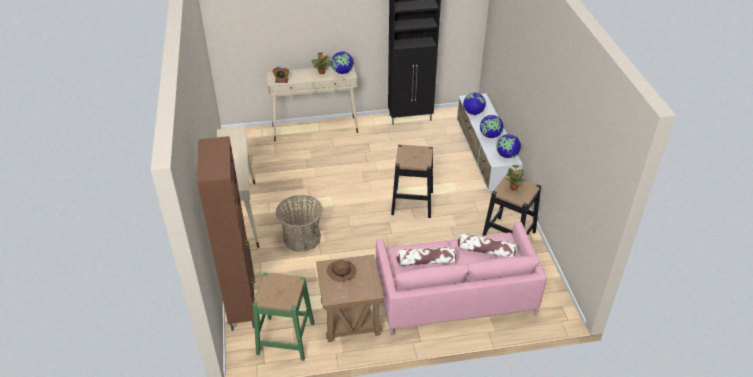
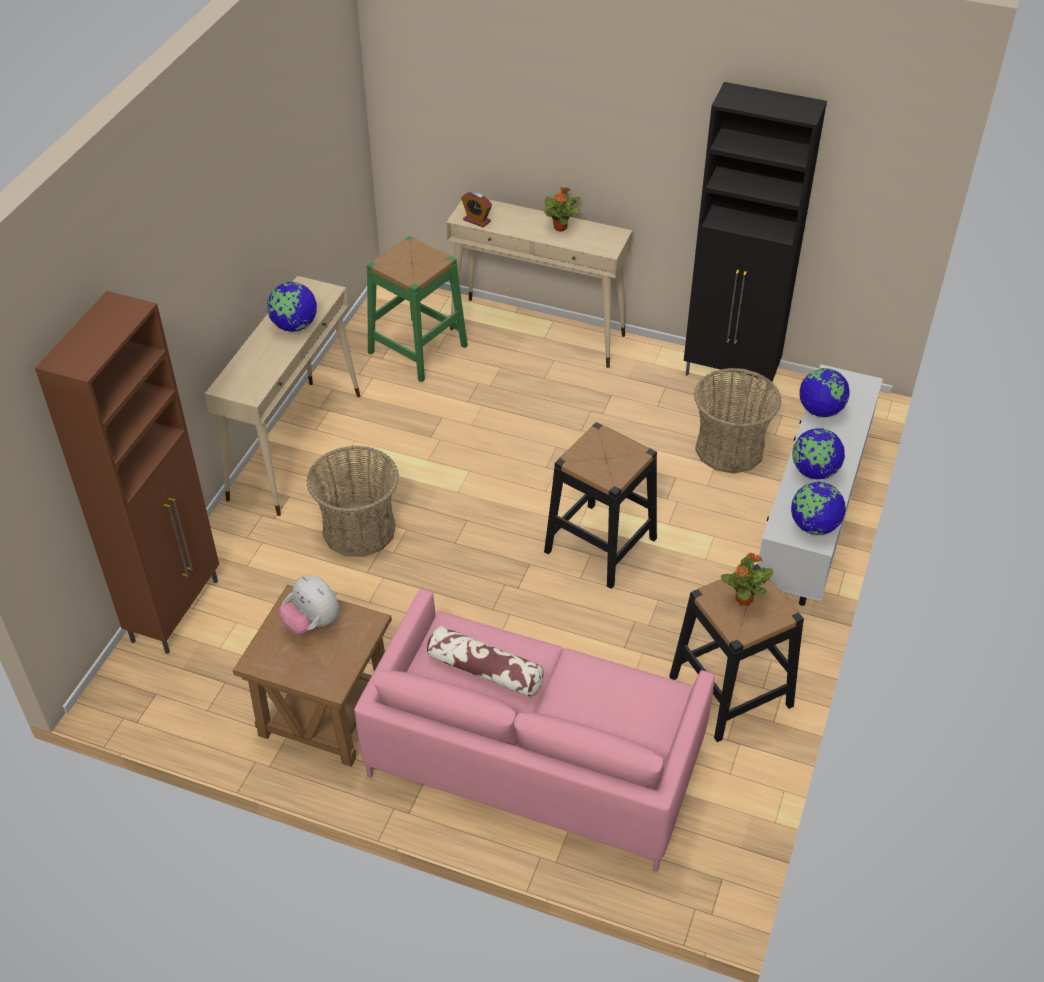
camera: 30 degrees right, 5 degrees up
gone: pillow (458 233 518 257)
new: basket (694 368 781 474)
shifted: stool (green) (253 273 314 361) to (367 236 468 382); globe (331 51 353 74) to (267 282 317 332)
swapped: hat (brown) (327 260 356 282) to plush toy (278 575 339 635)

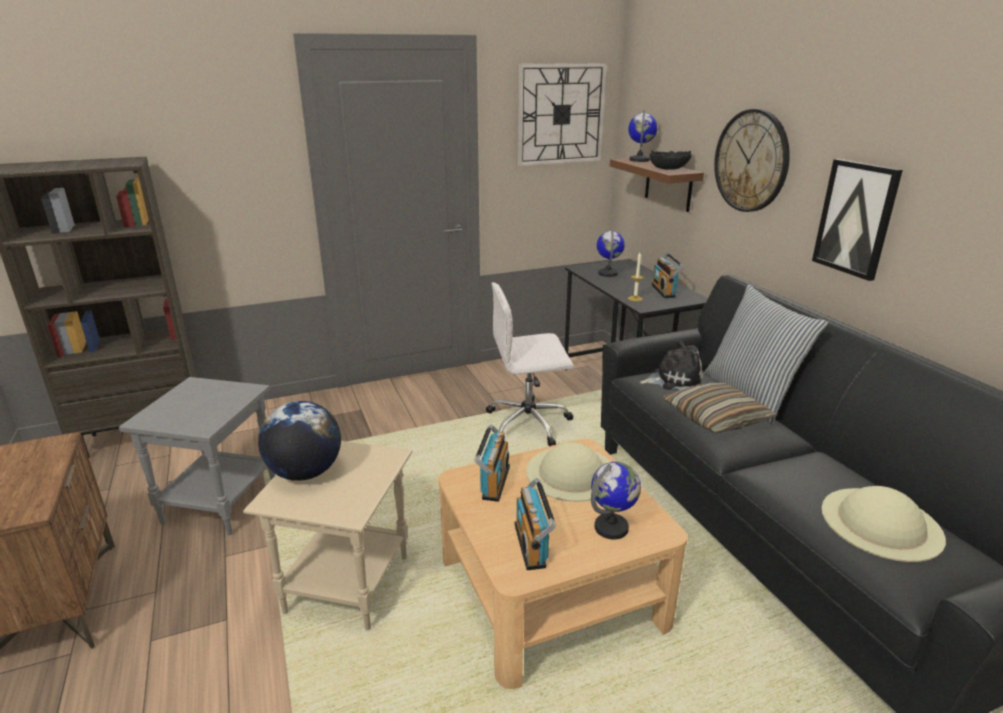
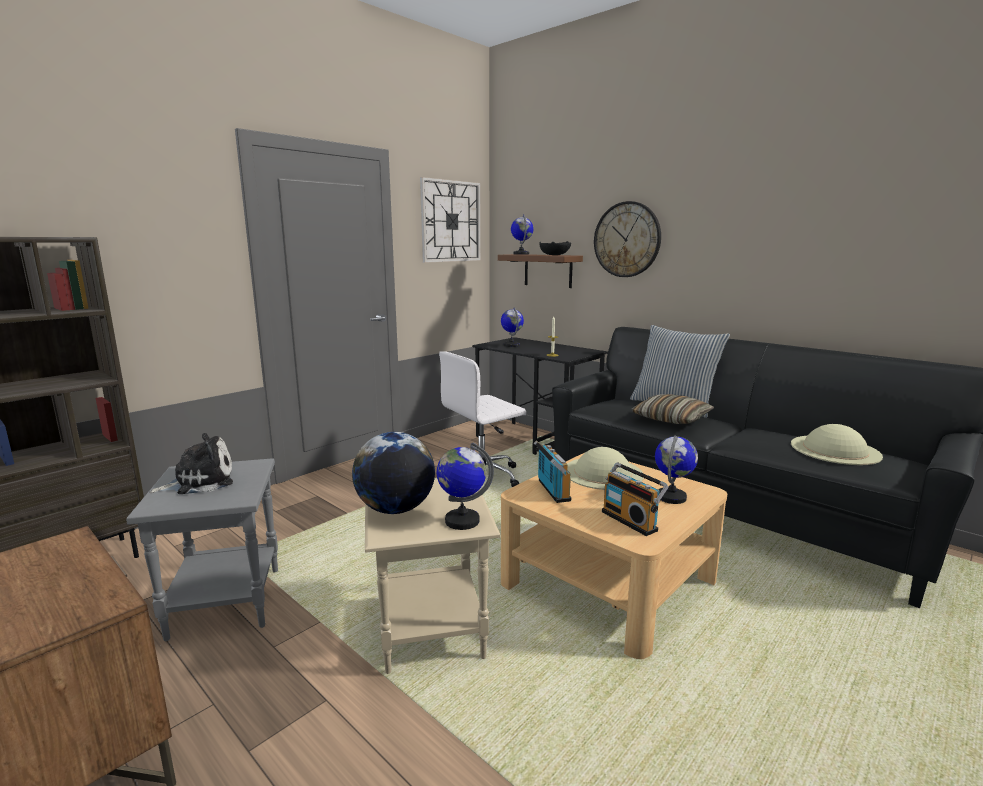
camera: 25 degrees left, 10 degrees down
gone: radio (651 253 684 298); picture (812 159 903 281)
new: globe (437 443 494 530)
shifted: plush toy (640 339 703 390) to (149 433 233 494)

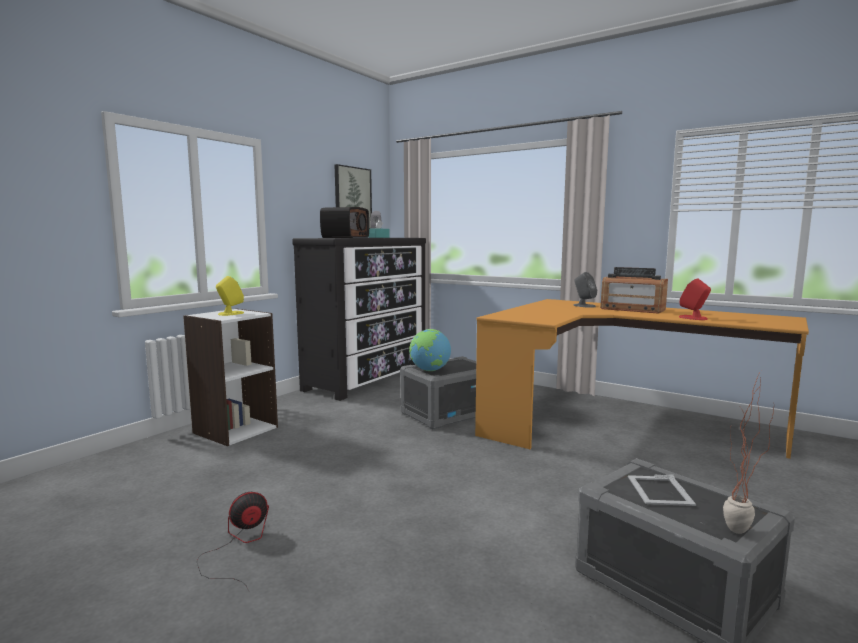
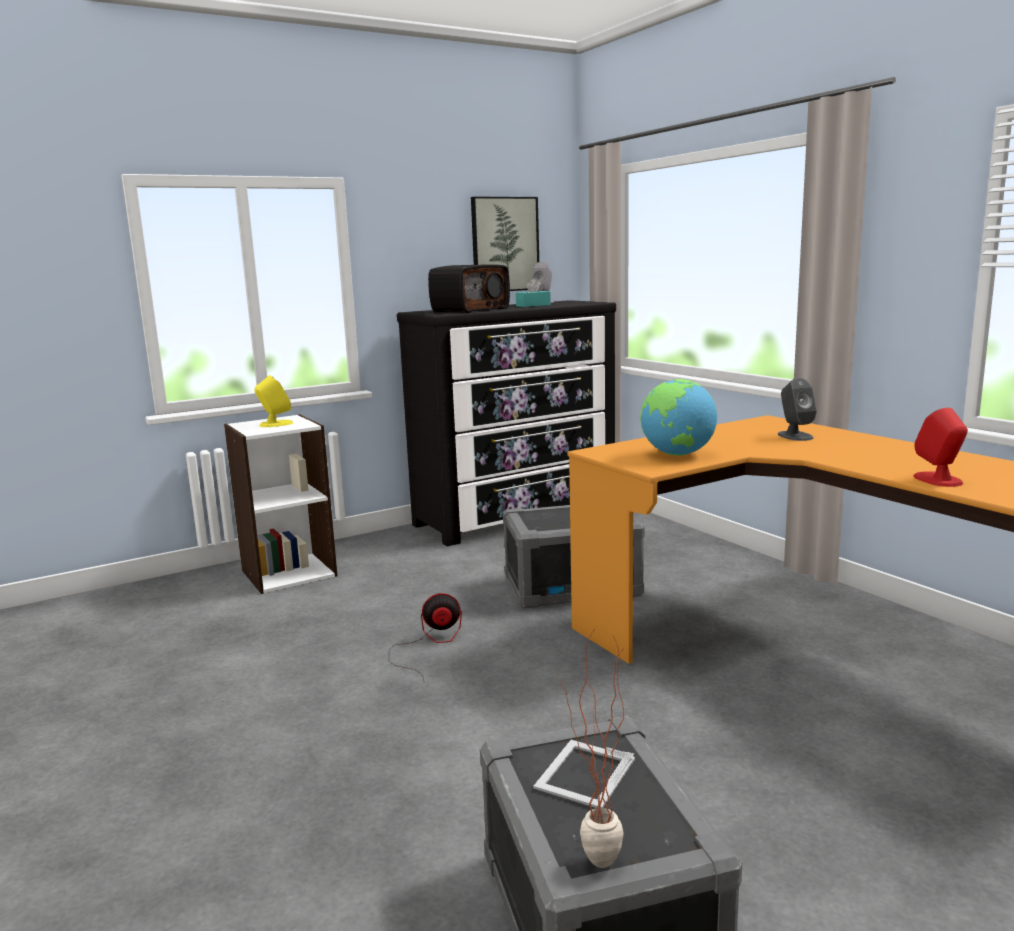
camera: 25 degrees right, 5 degrees up
gone: radio (600 267 668 314)
shifted: fan (197 492 269 591) to (389 593 462 680); globe (409 329 451 371) to (640 379 717 456)

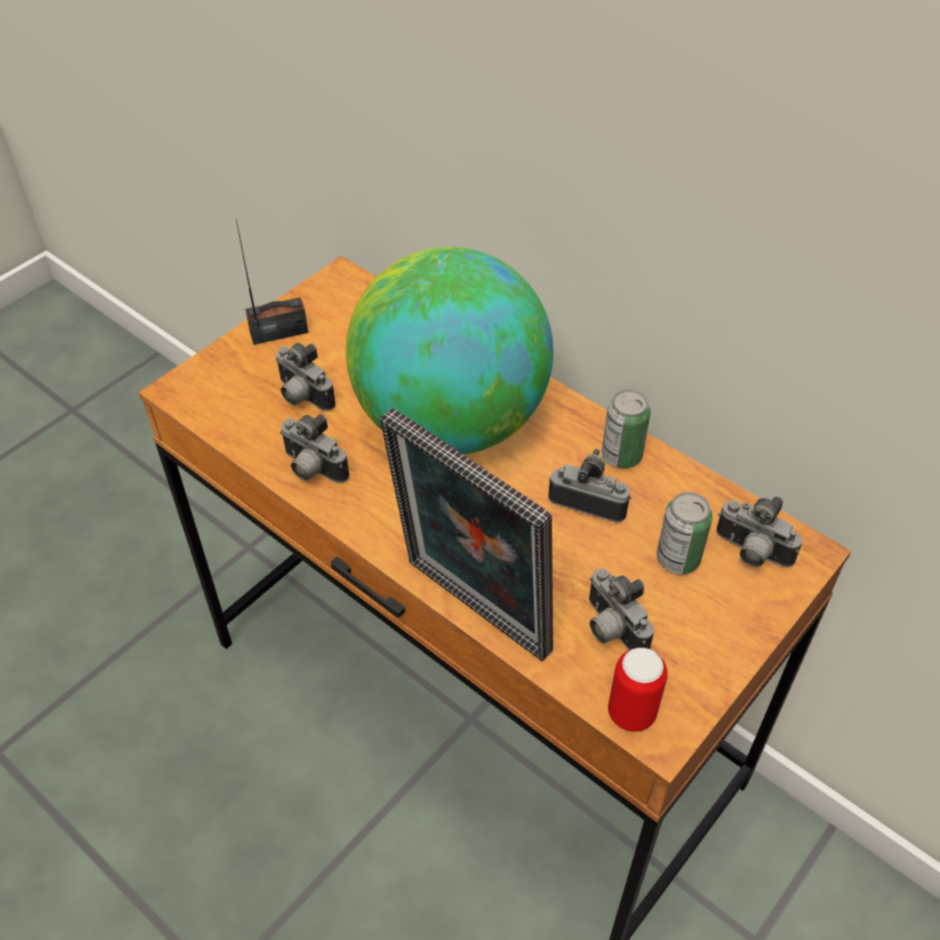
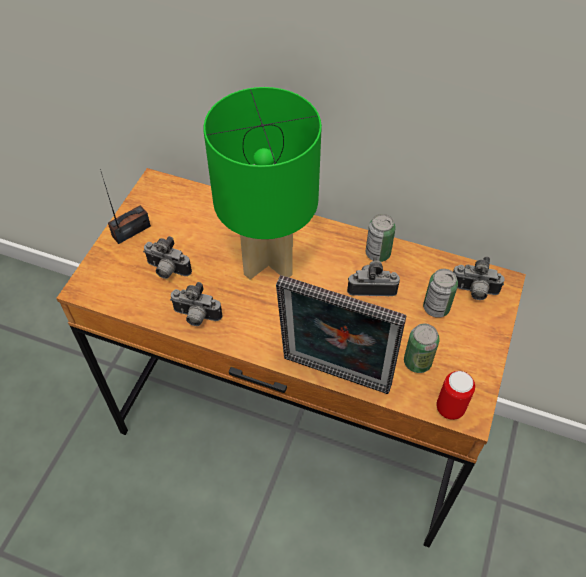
camera: 20 degrees left, 5 degrees up
swapped: globe (346 247 553 455) to table lamp (green) (204 87 322 280); photo camera (589 568 654 650) to can (404 324 440 373)

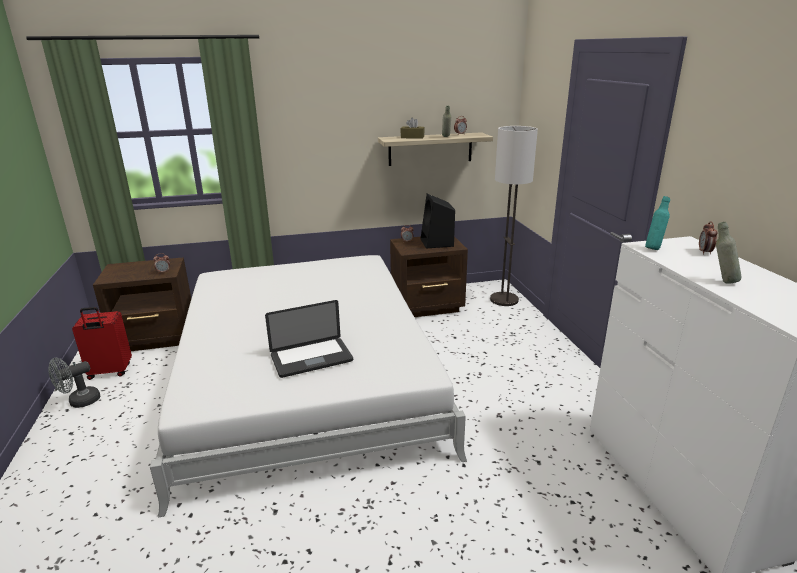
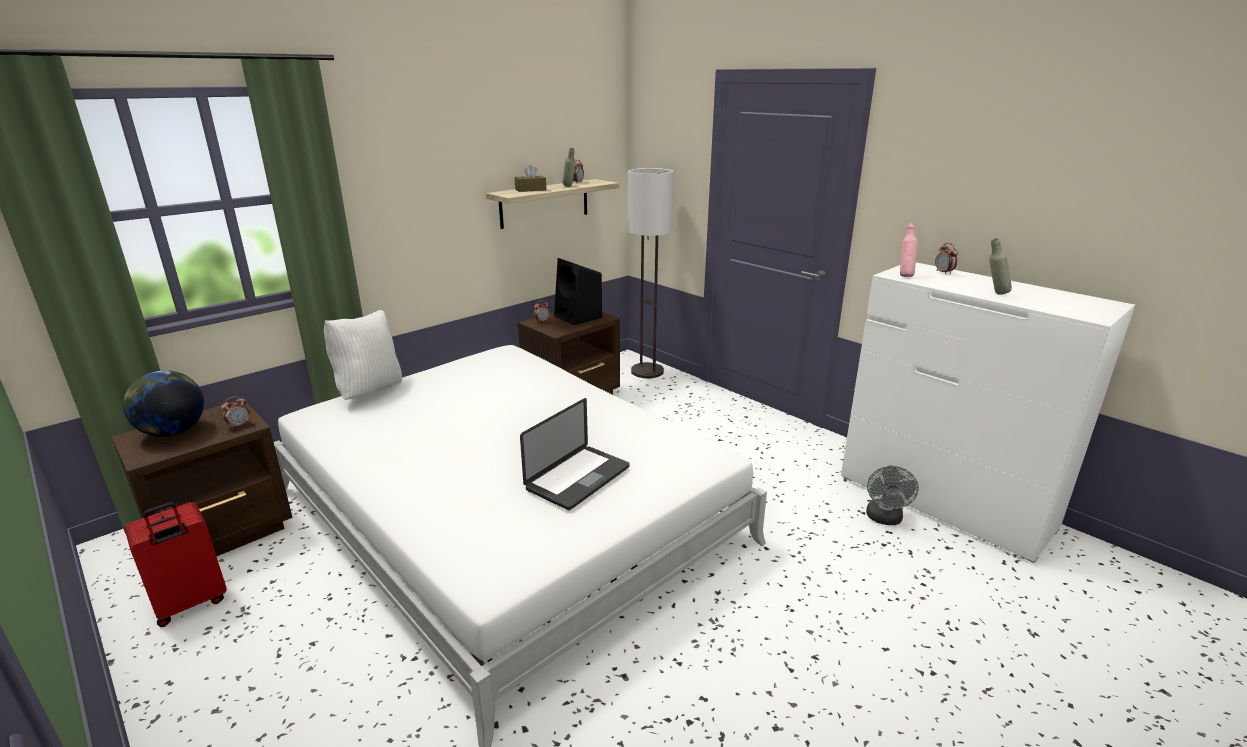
camera: 30 degrees left, 0 degrees up
new: globe (123 370 204 437); pillow (white) (324 310 402 400)
shifted: fan (grey) (48 358 100 408) to (866 465 919 525)
repainted: bottle (turquoise) (645 196 670 250) to bottle (pink) (900 223 918 277)

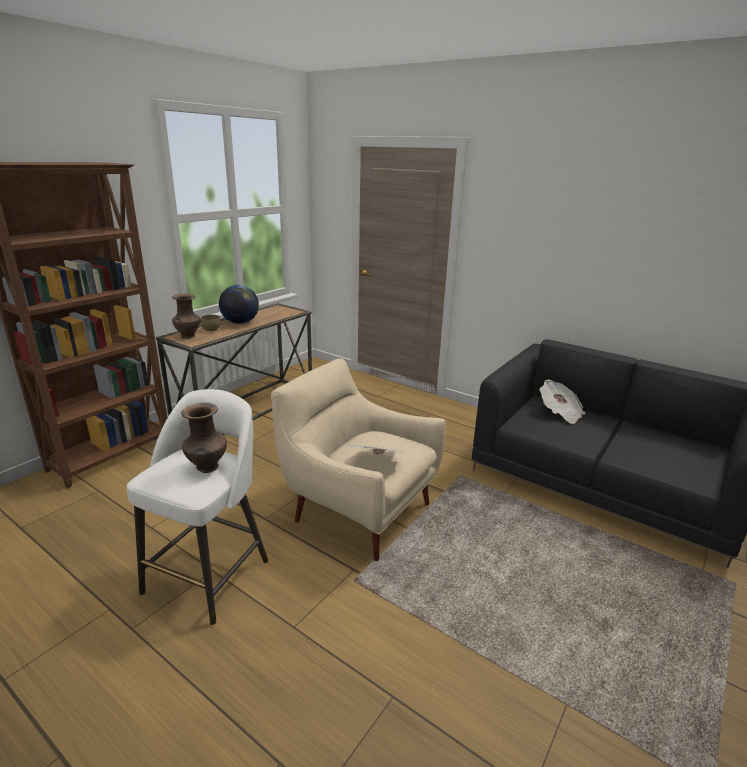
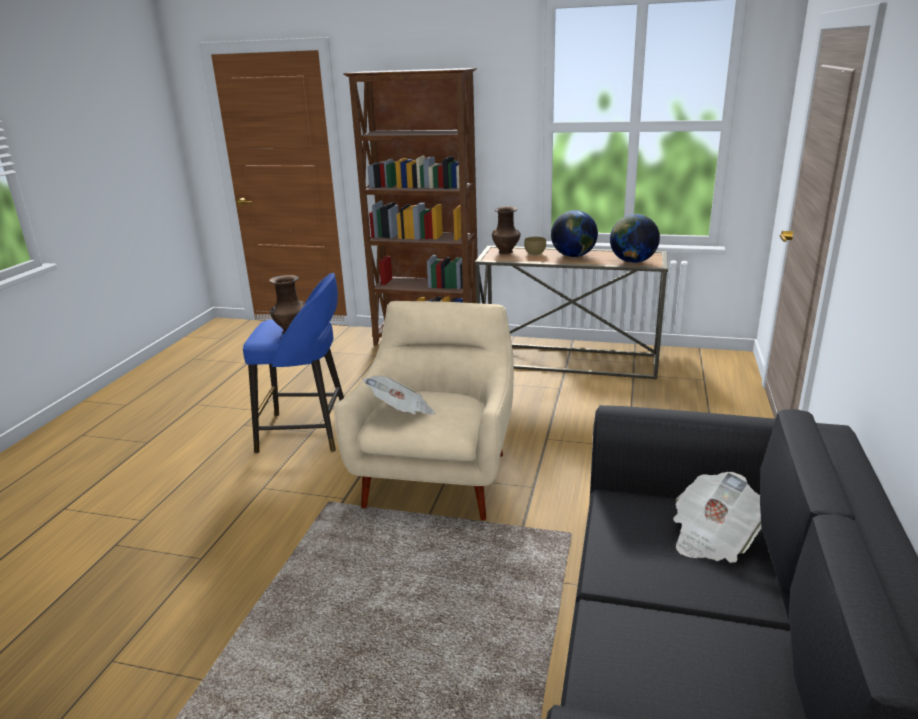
camera: 70 degrees right, 0 degrees up
new: globe (610 214 660 263)
repainted: stool (white) (127 389 268 625) to stool (blue) (243 273 344 453)

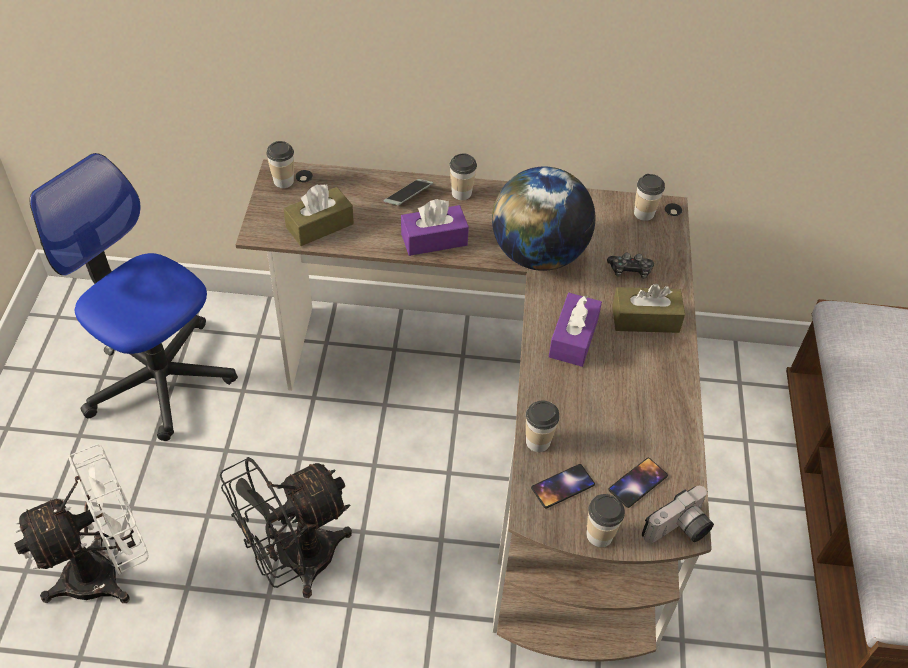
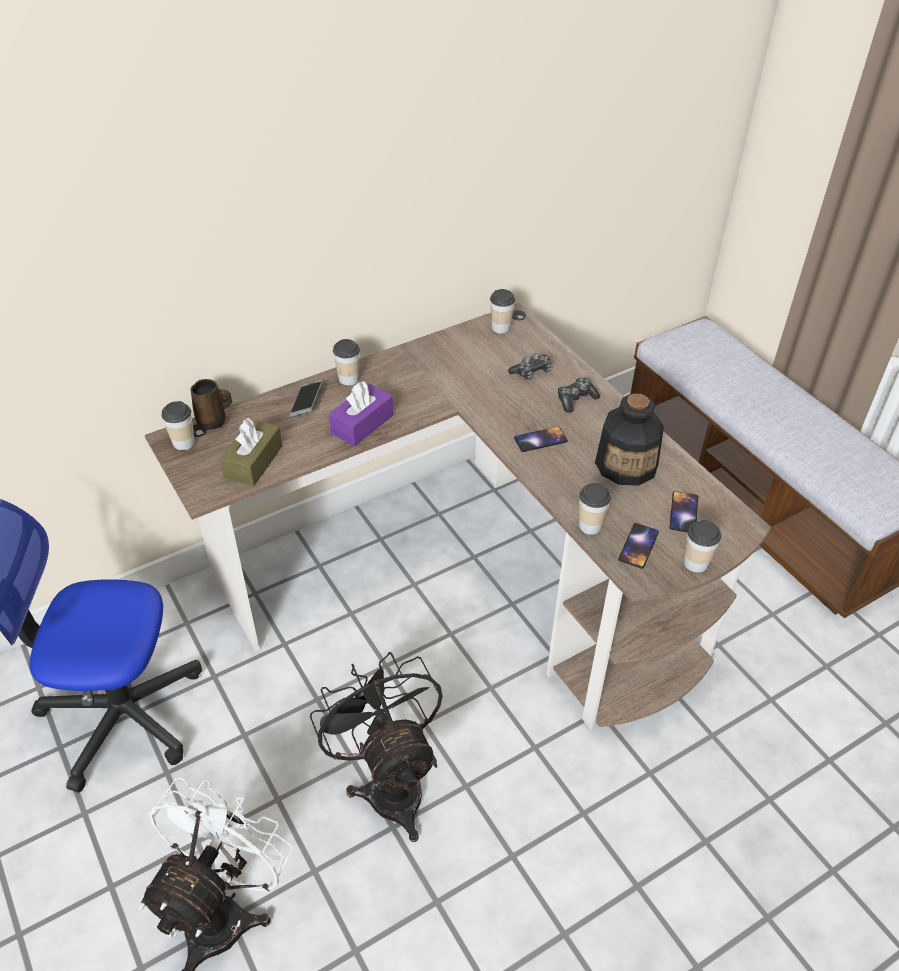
camera: 35 degrees left, 5 degrees down
gone: globe (492 166 595 271); photo camera (642 486 714 543)
new: mug (brown) (190 379 232 429); bottle (595 394 664 486)
swapped: tissue box (purple) (549 293 602 367) to phone (514 427 568 452); tissue box (brown) (612 284 685 333) to game controller (558 378 600 413)
rotated: fan (black) (220 457 352 598) = (310 652 443 842) 135 degrees clockwise

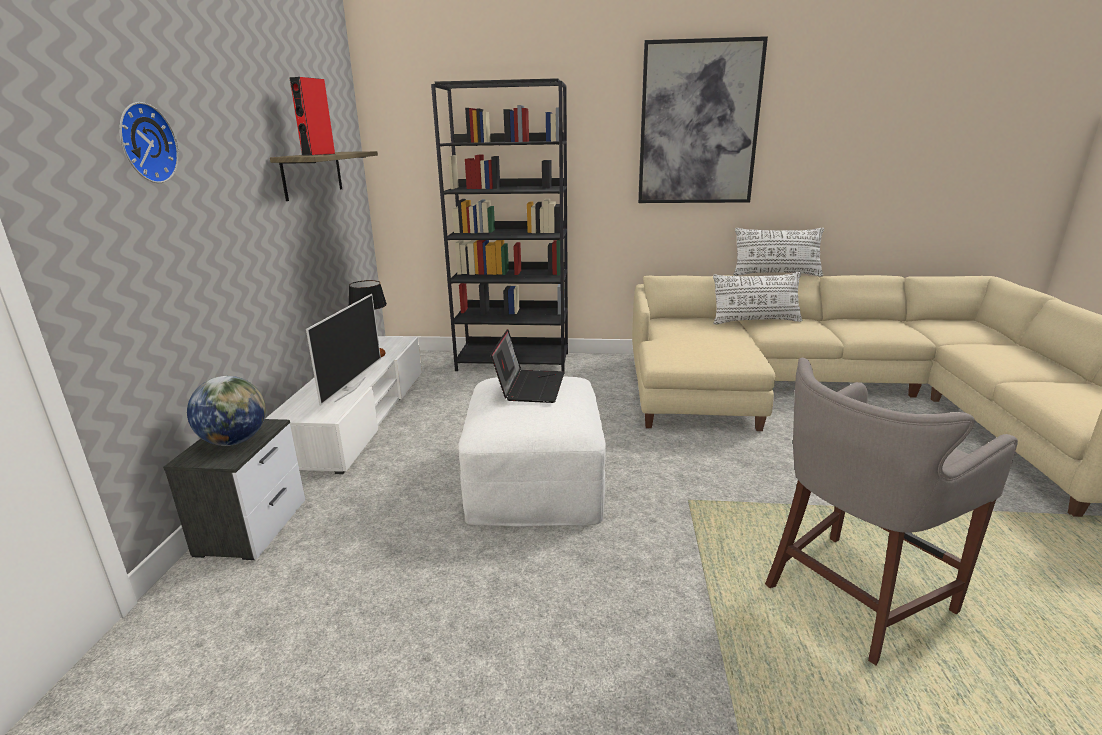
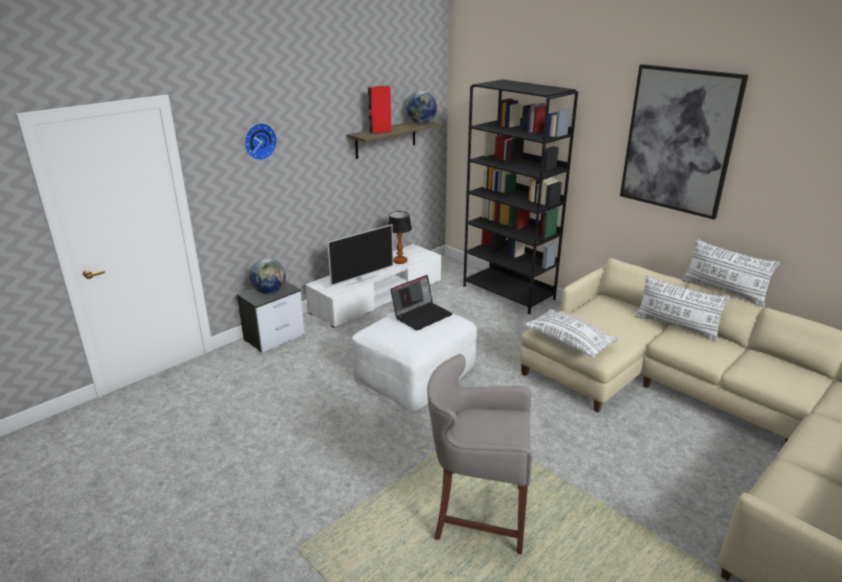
camera: 40 degrees right, 5 degrees up
new: globe (406 91 437 124); pillow (white) (523 309 620 358)

